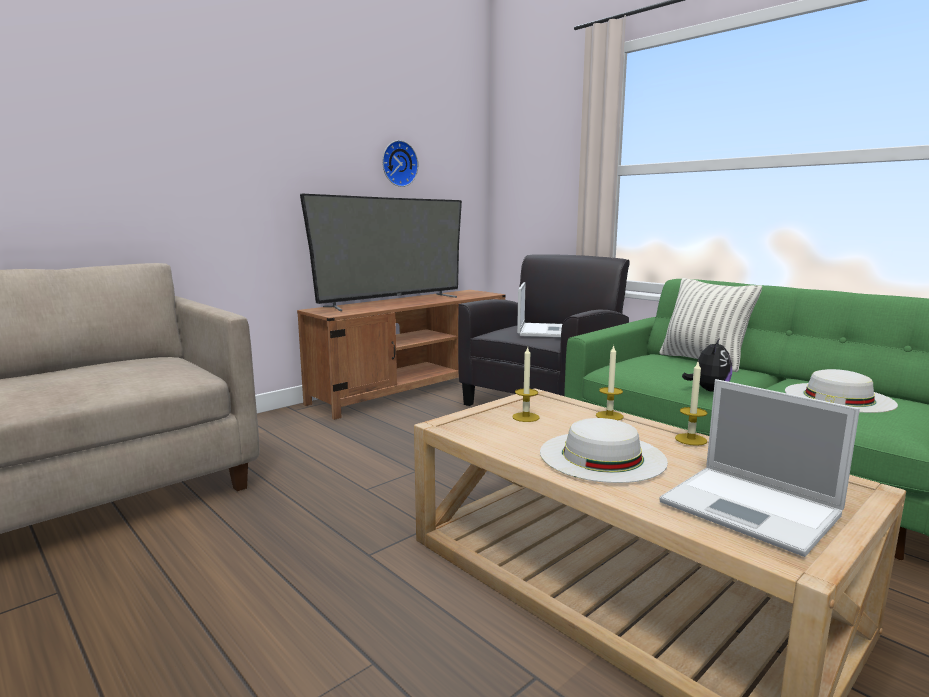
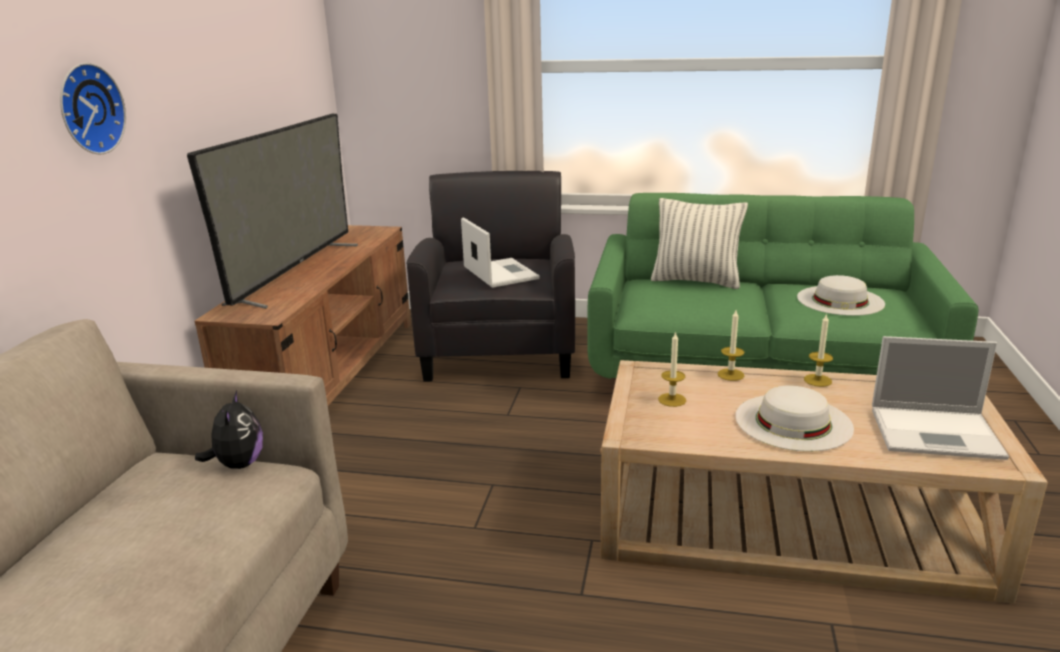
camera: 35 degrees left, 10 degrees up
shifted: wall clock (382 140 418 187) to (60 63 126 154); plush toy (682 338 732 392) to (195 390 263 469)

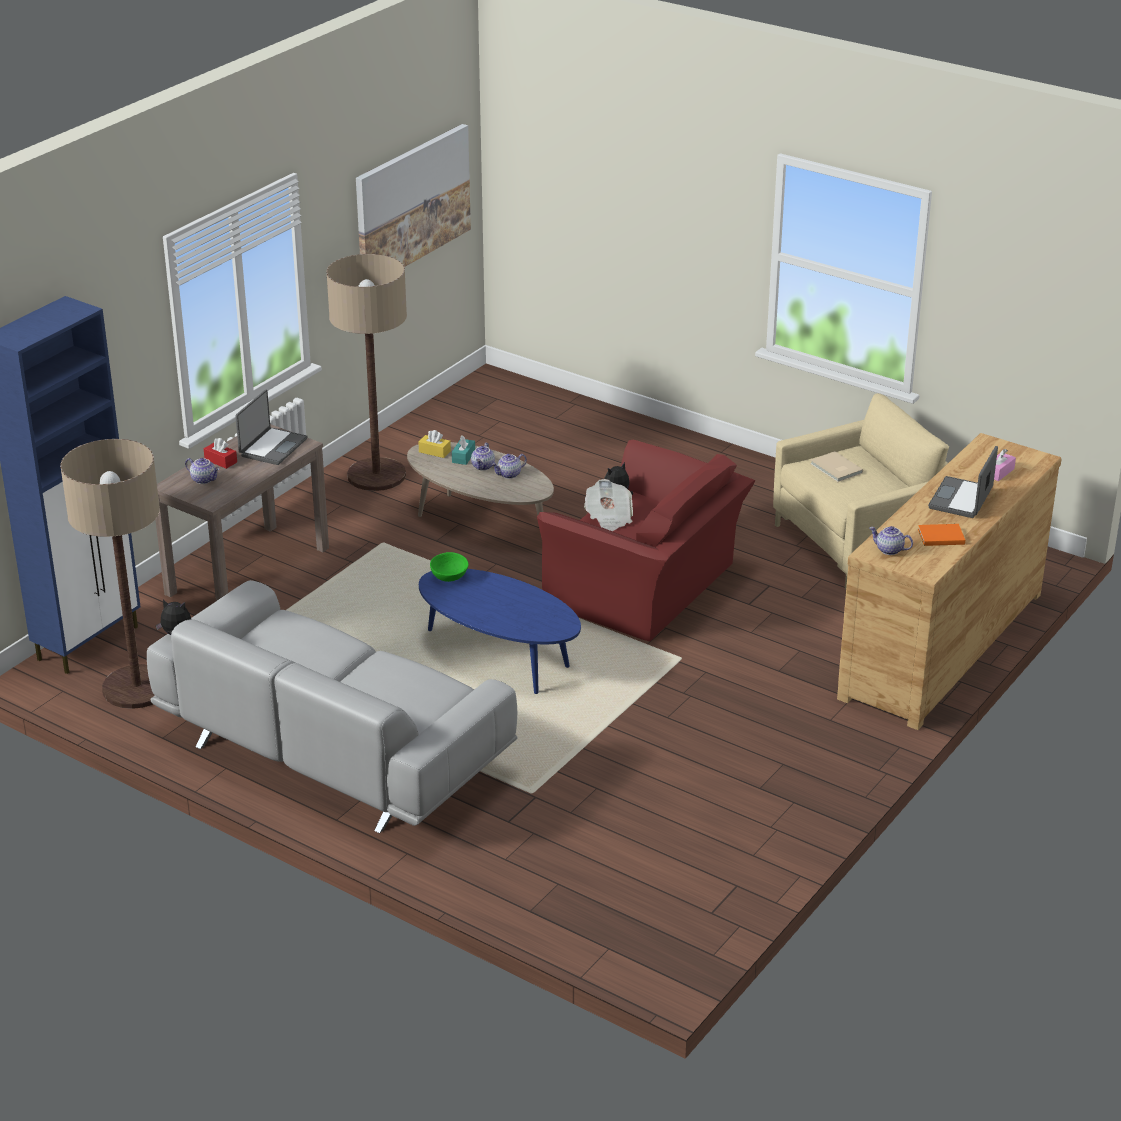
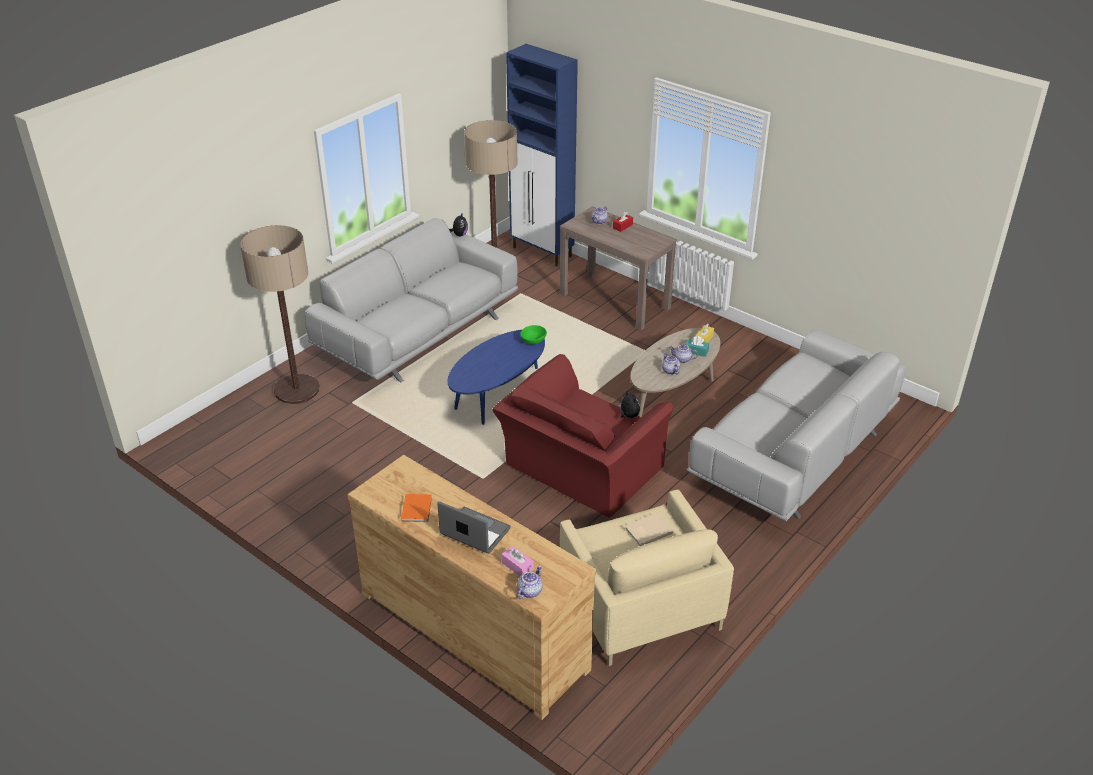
camera: 95 degrees right, 5 degrees up
gone: laptop (235 390 308 465); picture (356 124 471 267); newspaper (584 479 633 531)
new: sofa (grey) (687 330 905 521)
shifted: floor lamp (326 254 407 491) to (240 225 320 404); teapot (869 526 913 555) to (517 566 543 599)

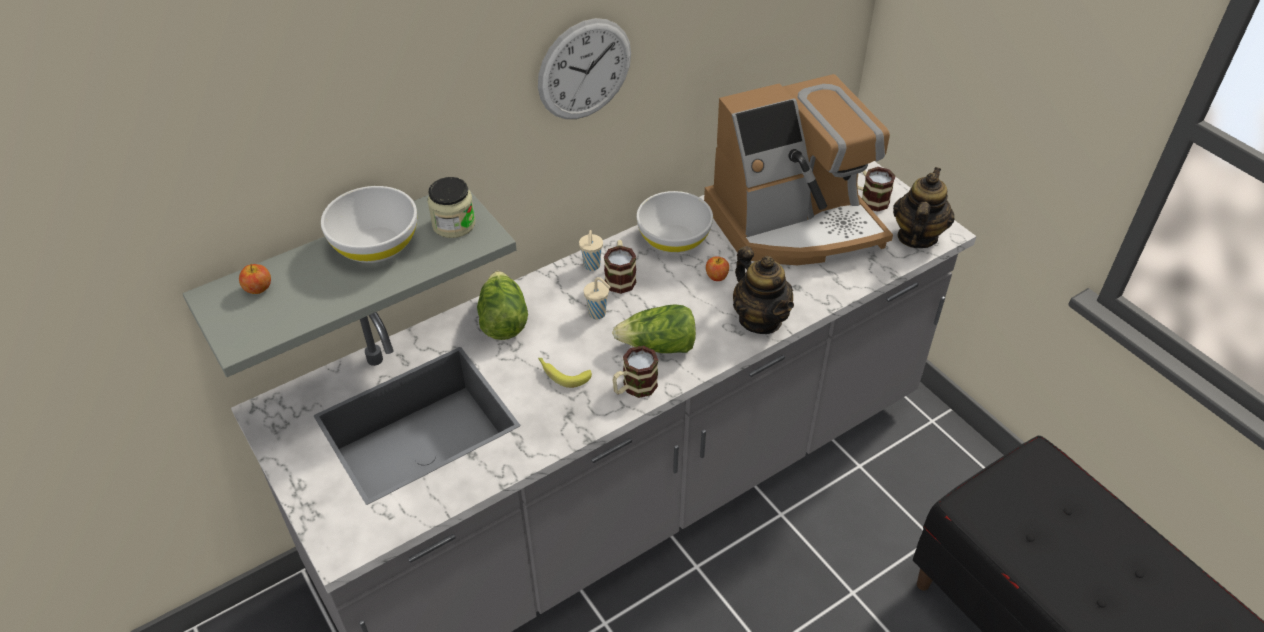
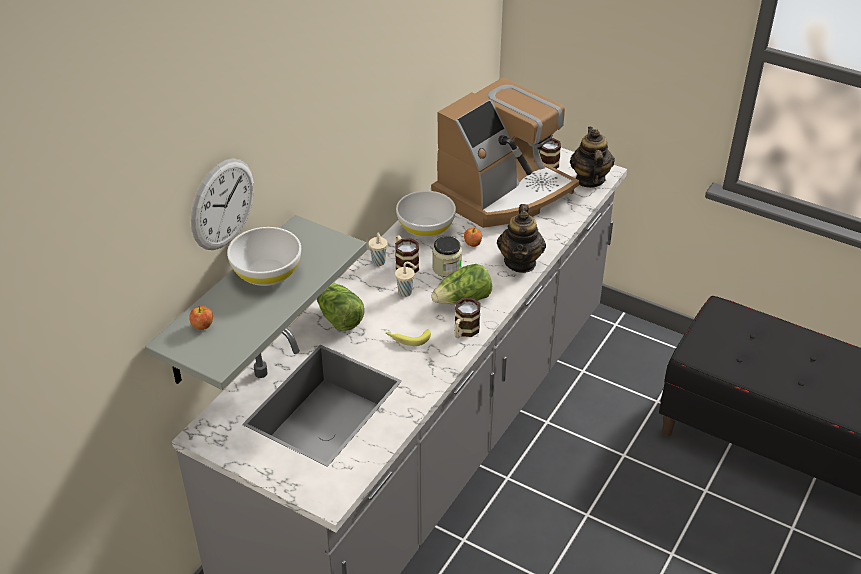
camera: 25 degrees left, 5 degrees down
shifted: jar (427 177 475 238) to (432 236 462 277); wall clock (538 18 631 119) to (191 158 254 250)
rotated: teapot (733 246 794 334) = (497 204 546 273) 60 degrees clockwise

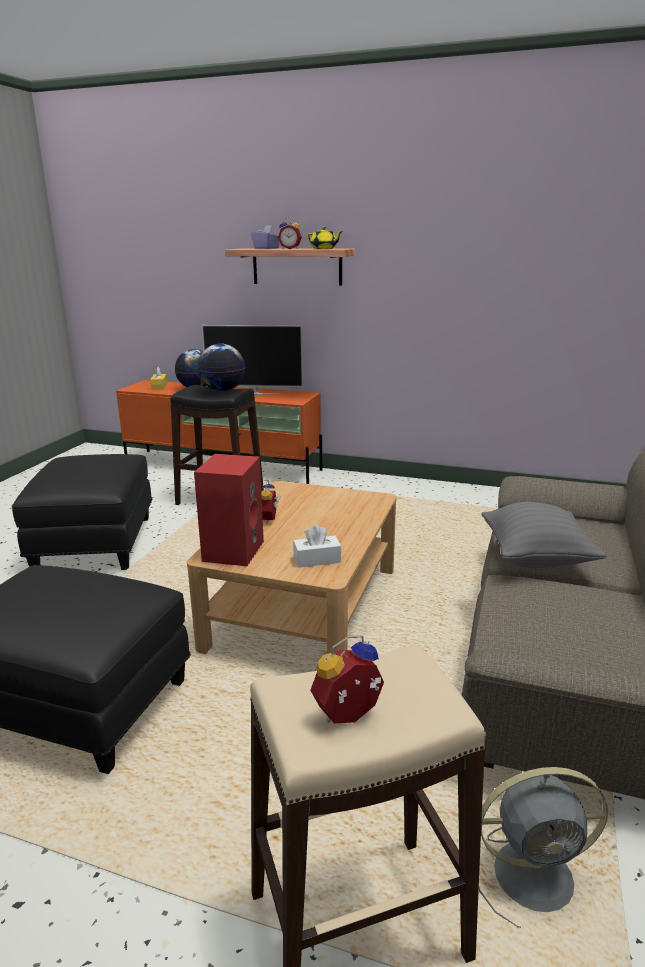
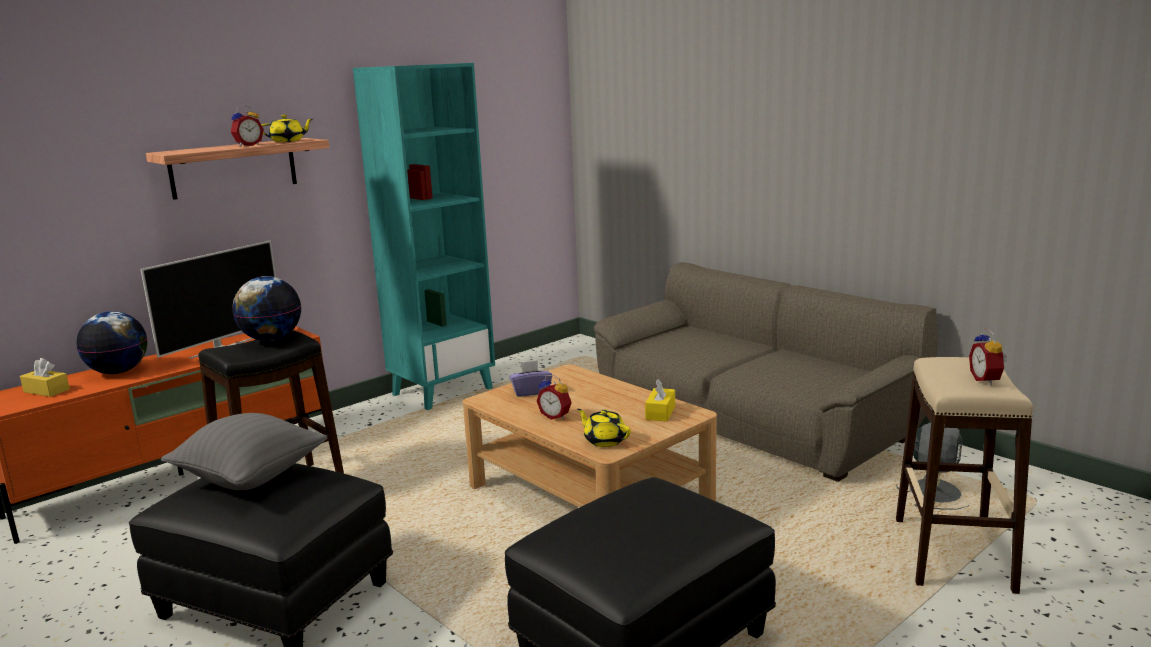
camera: 60 degrees left, 5 degrees down
new: bookcase (turquoise) (353 63 495 410)
shifted: tissue box (purple) (251 225 280 249) to (509 360 552 397); pillow (grey) (481 502 607 568) to (161 413 327 490)
swapped: speaker (red) (194 454 264 566) to teapot (yellow) (577 409 631 447)
repainted: tissue box (white) (293 525 341 568) to tissue box (yellow) (645 379 675 422)

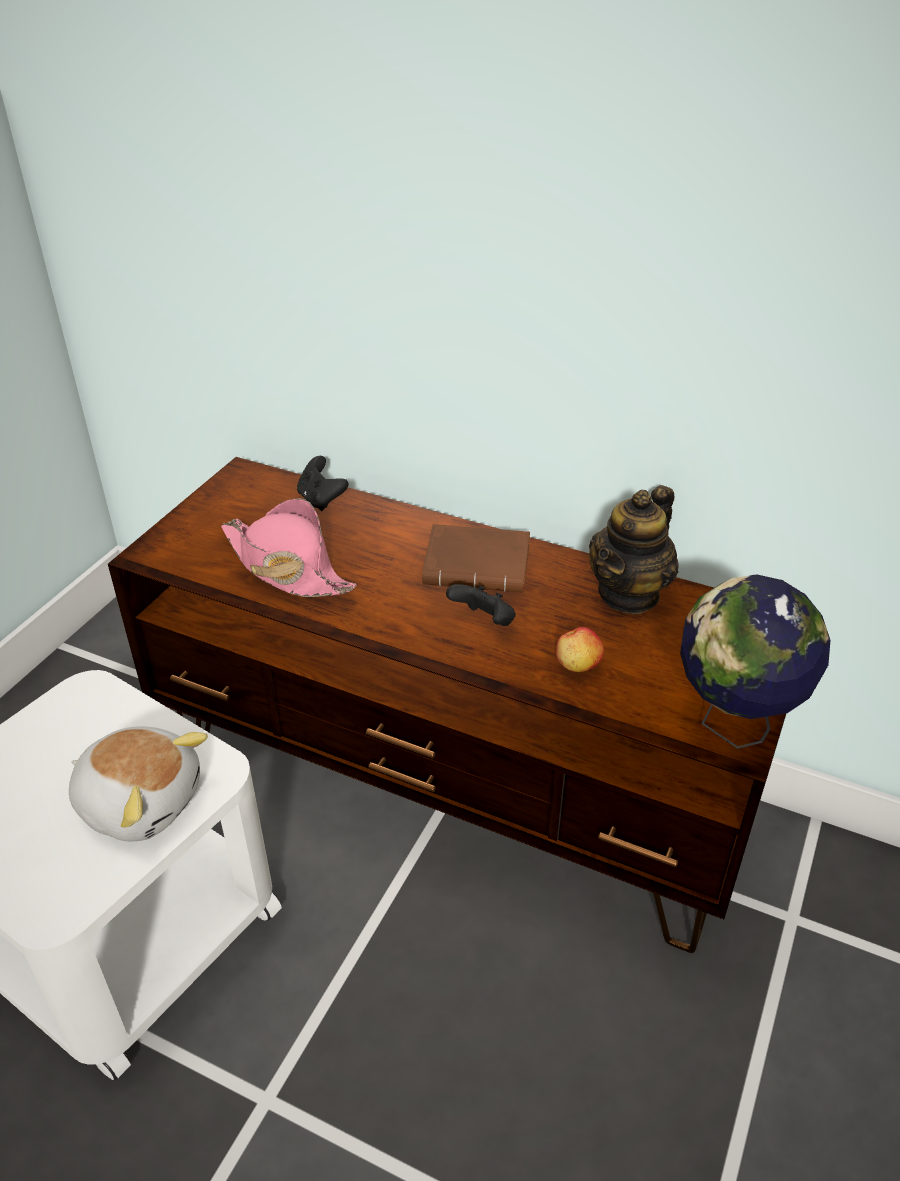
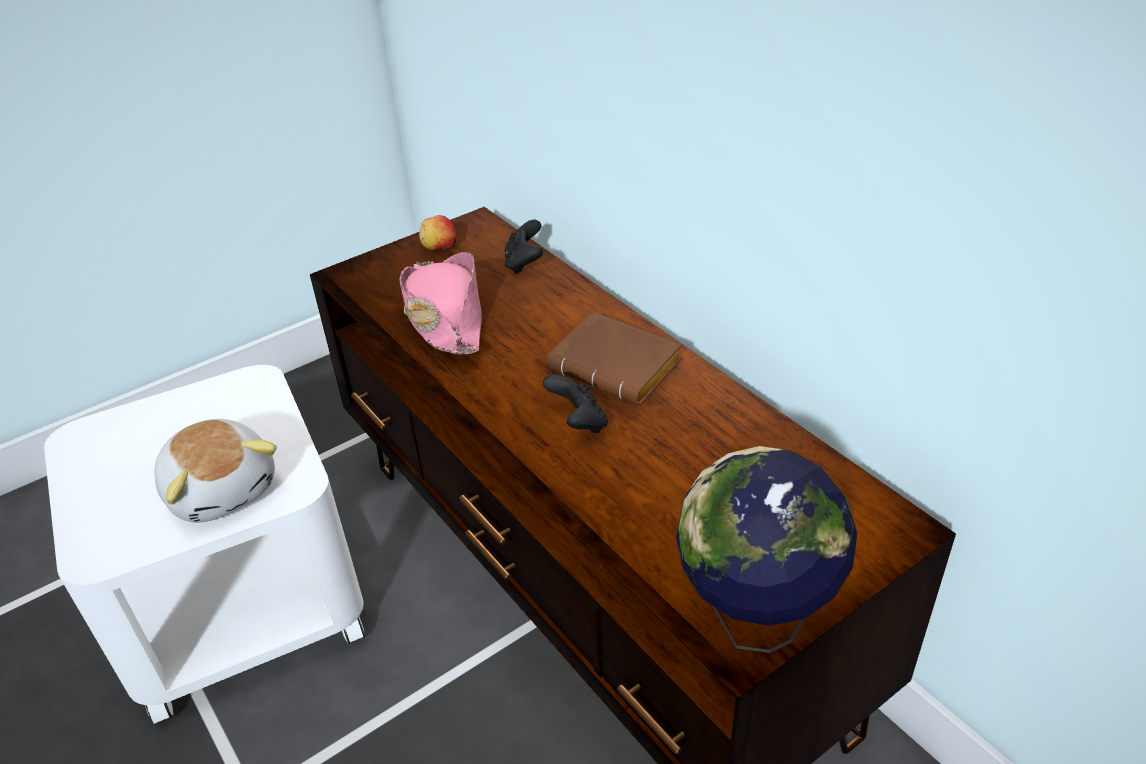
camera: 30 degrees right, 0 degrees up
gone: teapot (589 485 679 614)
shifted: apple (556 627 604 672) to (419 215 457 250)

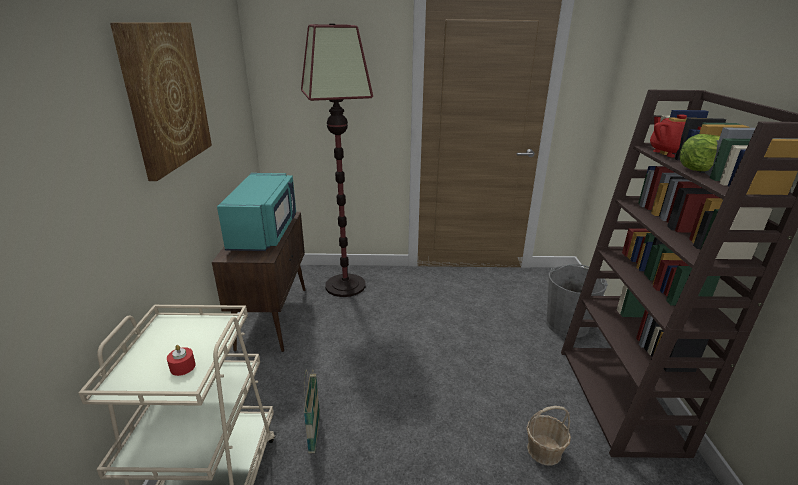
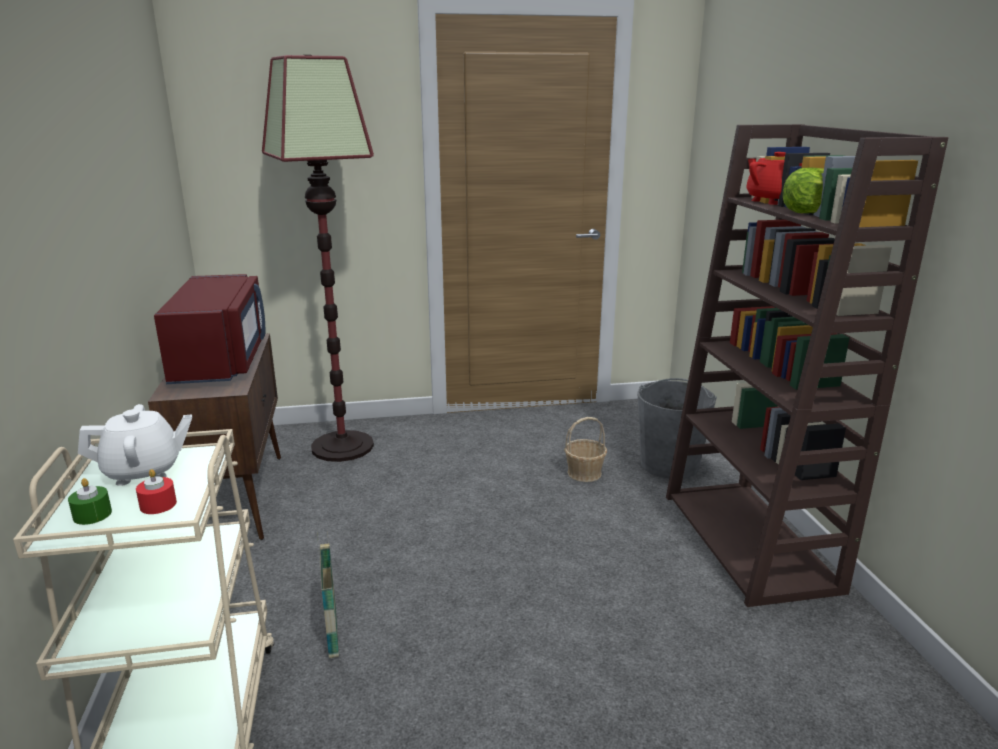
camera: 10 degrees left, 5 degrees down
gone: picture (110 22 212 181)
new: candle (green) (68 478 112 525); teapot (white) (78 404 192 486)
shifted: basket (527 406 571 466) to (564 417 607 482)
repainted: microwave (turquoise) (217 173 296 251) to microwave (red) (154 274 265 384)

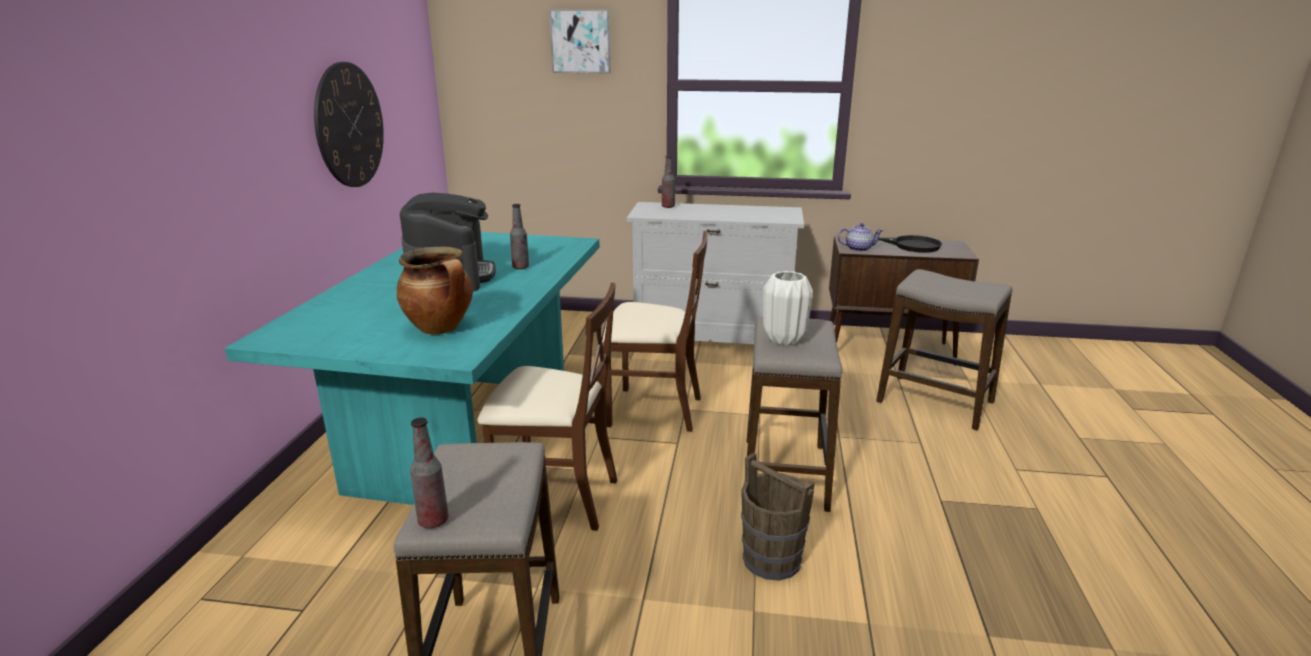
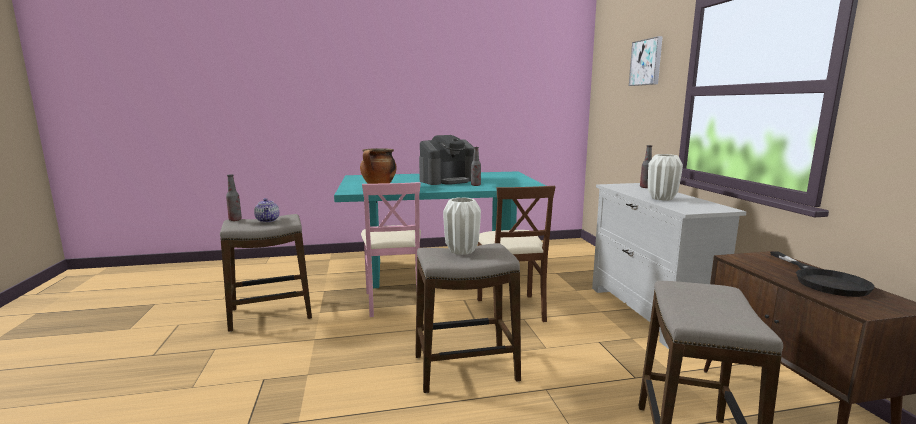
camera: 70 degrees right, 10 degrees down
gone: wall clock (314 62 384 187); bucket (brown) (741 452 815 581)
new: vase (white) (648 154 683 201)
shifted: teapot (838 223 883 252) to (254 198 279 222)
repainted: chair (brown) (477 283 617 531) to chair (pink) (361 182 421 317)

